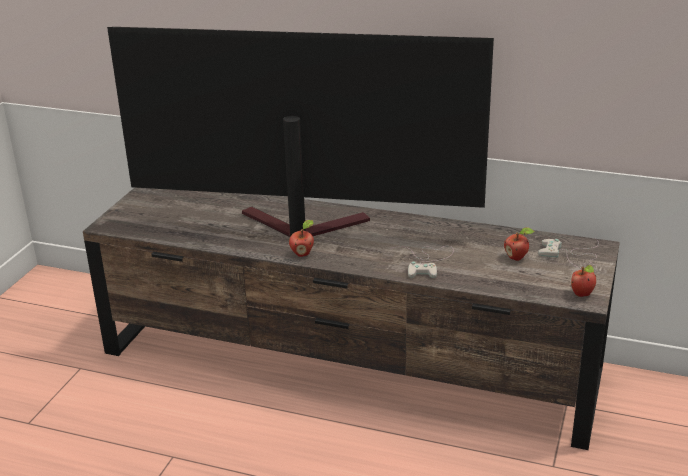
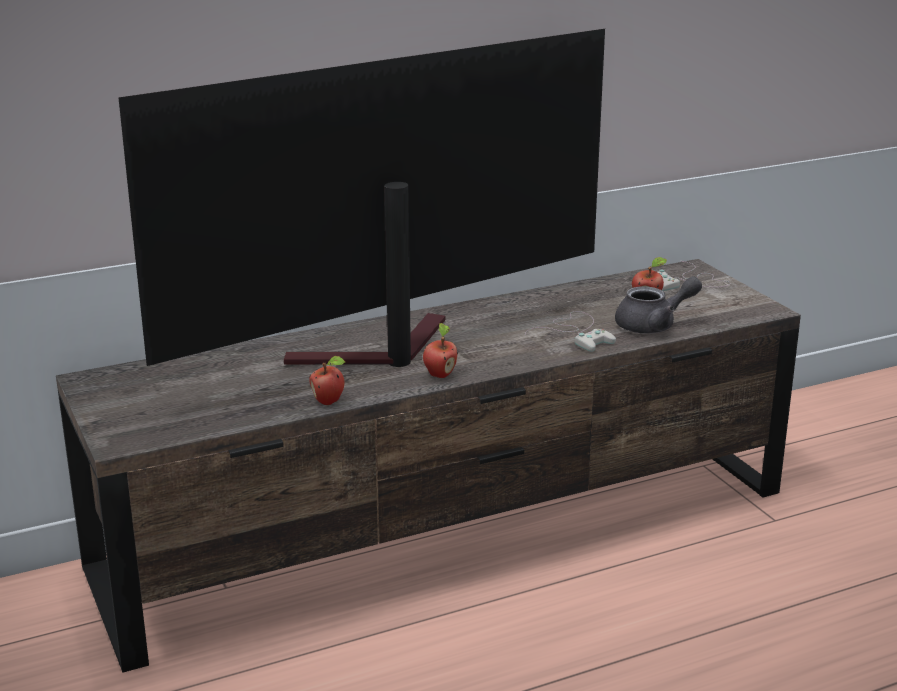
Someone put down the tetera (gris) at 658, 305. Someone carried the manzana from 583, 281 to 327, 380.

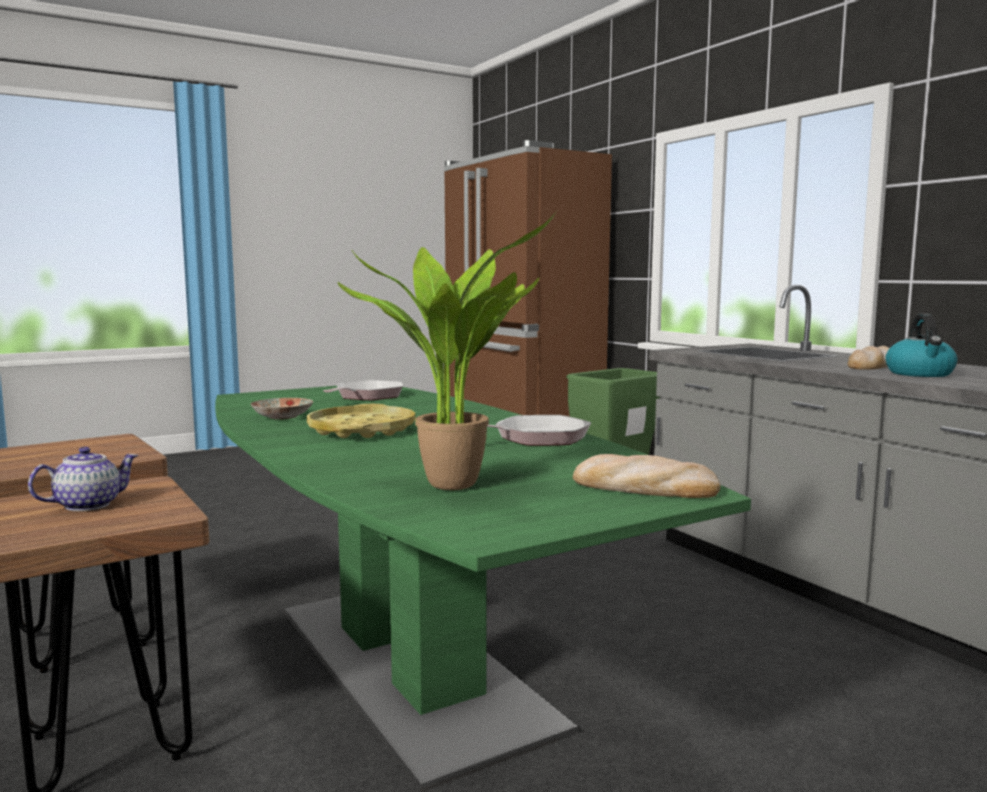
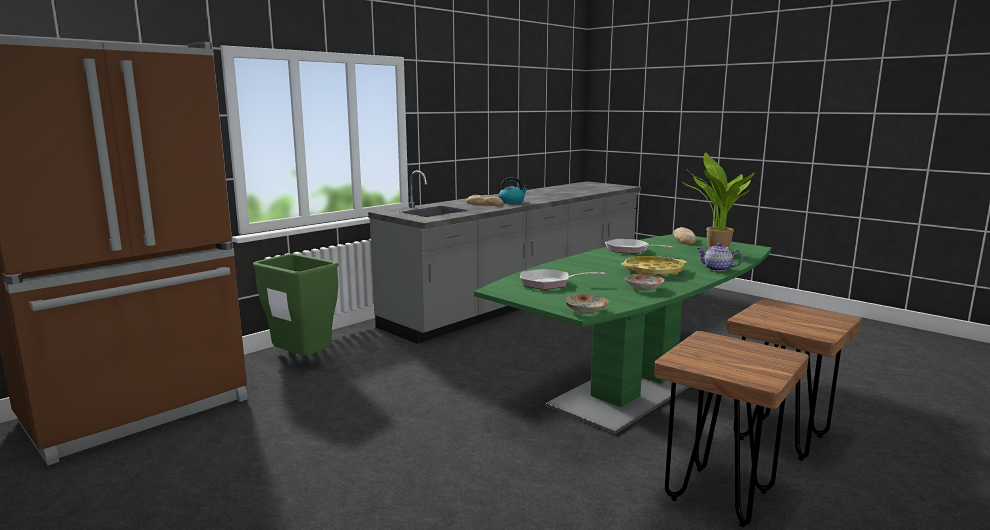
Someone put down the plato at 586, 304. Someone carried the tetera from 83, 479 to 719, 257.

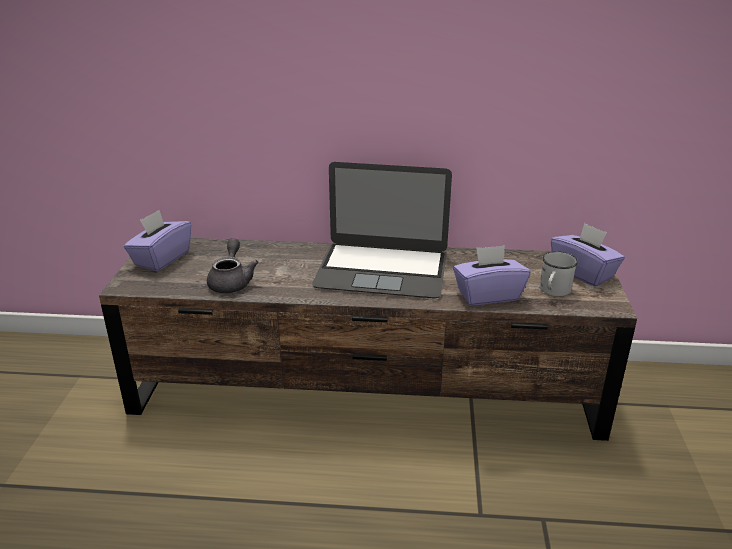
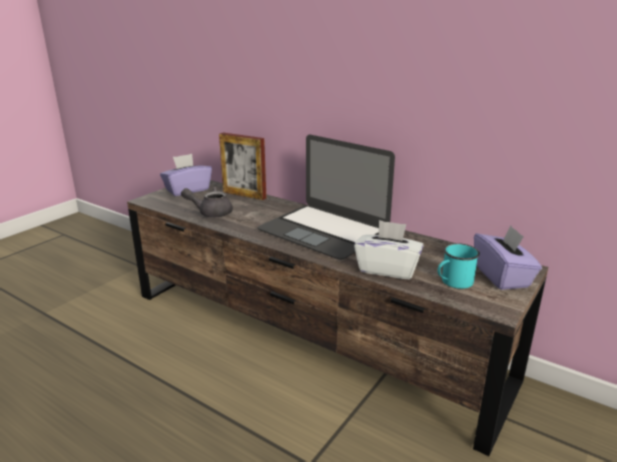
Someone put down the portarretratos at 242, 166. Someone repainted the caja de pañuelos (morado) at 491, 275, which became the caja de pañuelos (blanco) at 389, 249. Someone repainted the taza grande (blanco) at 559, 274, which became the taza grande (turquesa) at 458, 266. Someone rotated the tetera (gris) at 232, 265 by 120 degrees counterclockwise.

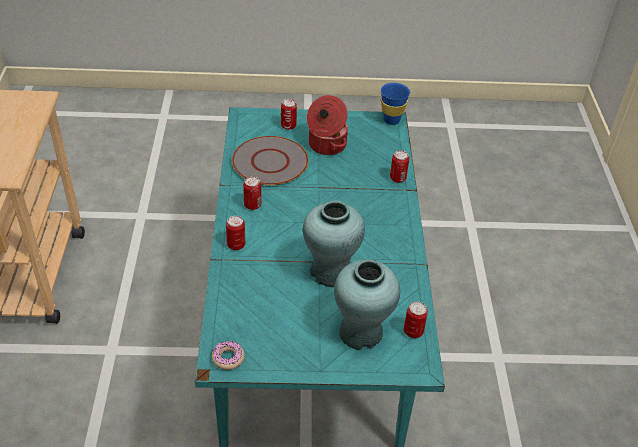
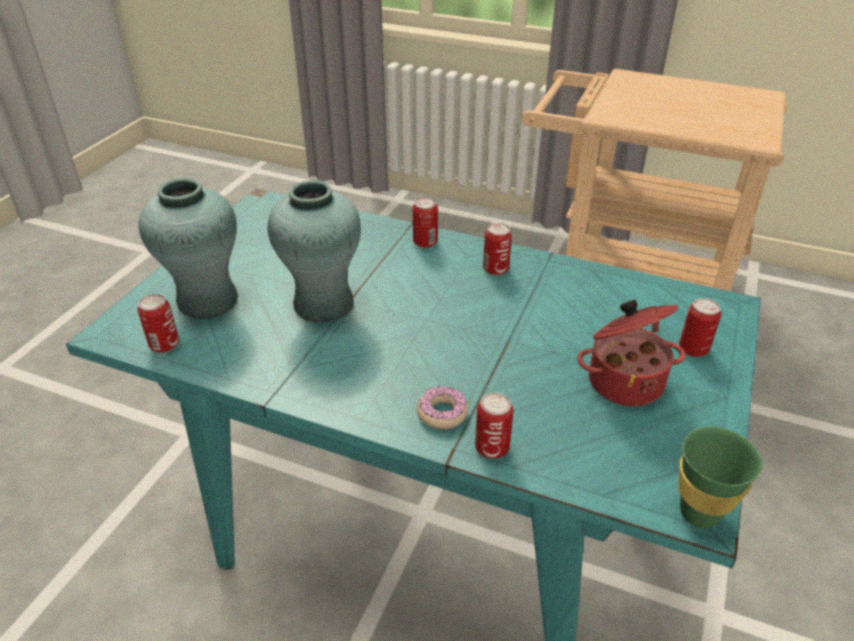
Someone took away the plato (gris) at 270, 160. Someone carried the rosquilla from 228, 355 to 442, 407. Someone repainted the taza (azul) at 395, 104, which became the taza (verde) at 721, 477.

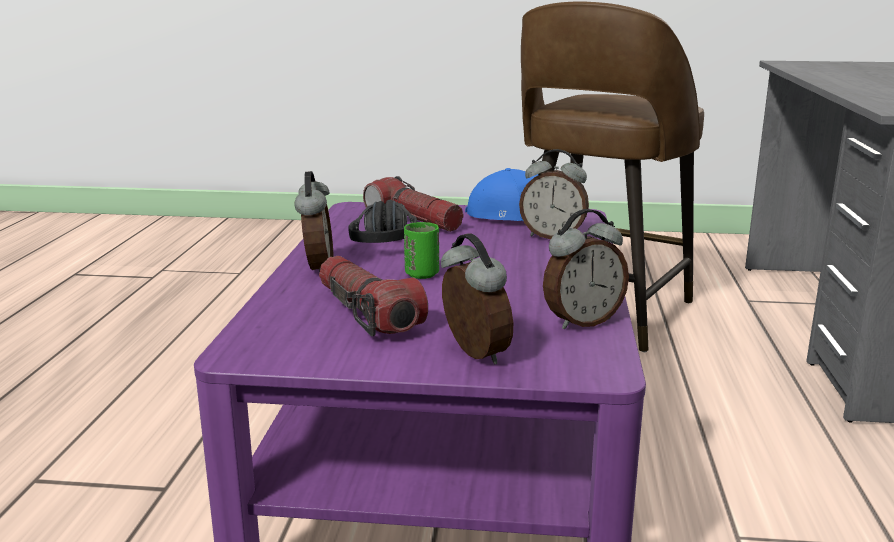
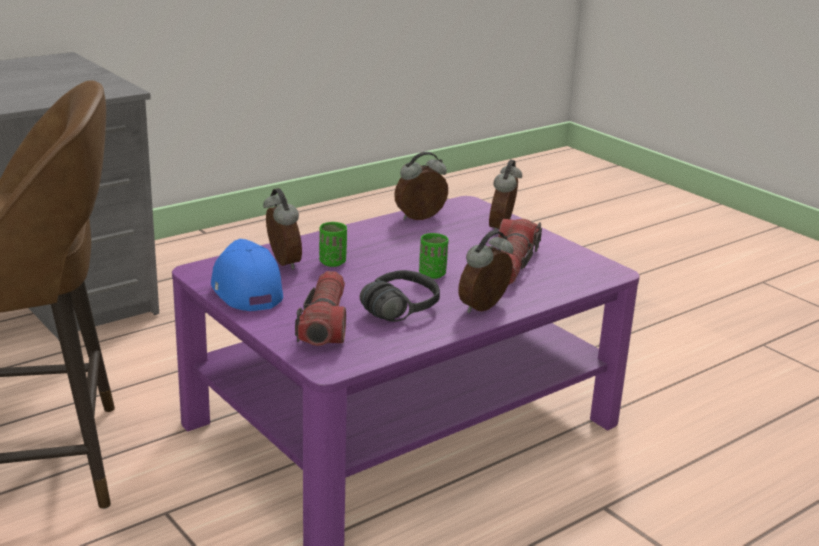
Someone put down the taza (verde) at 333, 244. Someone rotated the despertador at 586, 269 by 45 degrees counterclockwise.

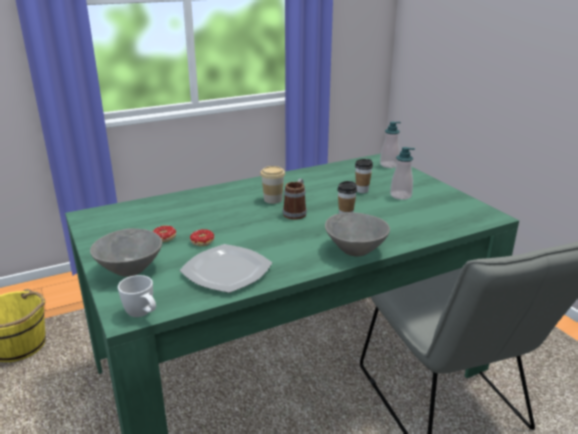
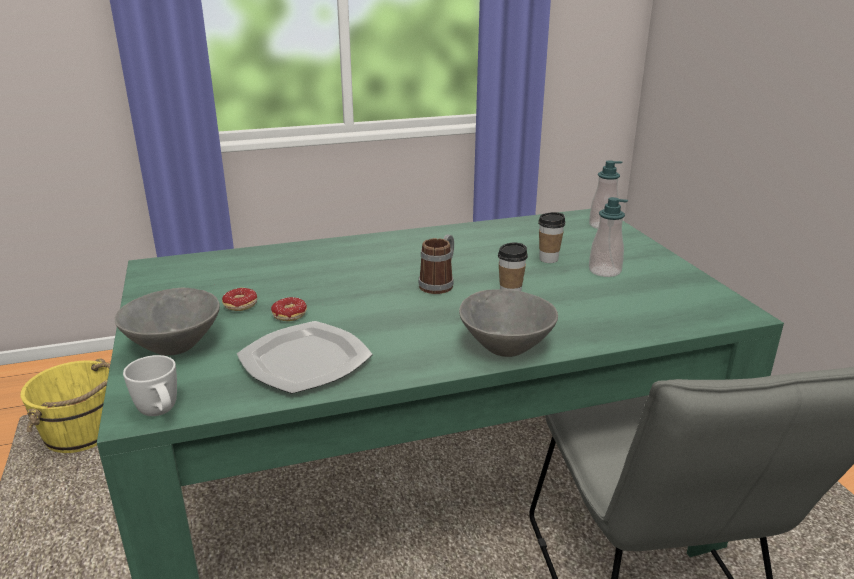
Someone took away the taza at 272, 185.

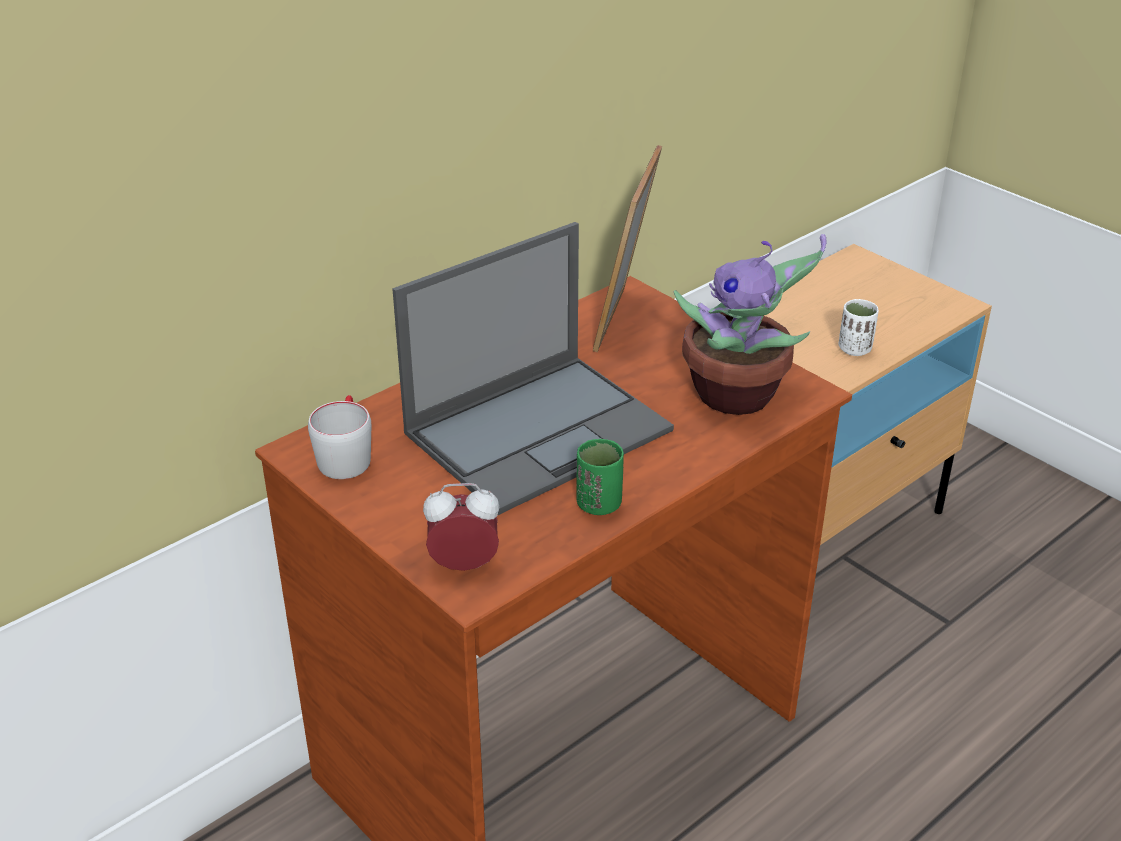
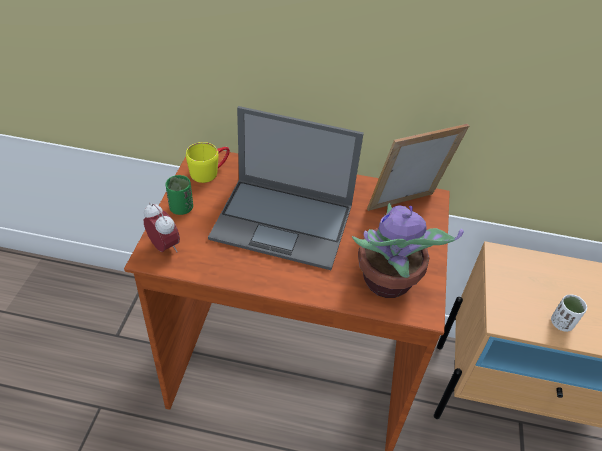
Someone carried the taza (verde) from 600, 477 to 179, 195. Someone repainted the taza grande (gris) at 340, 437, which became the taza grande (amarillo) at 208, 162.

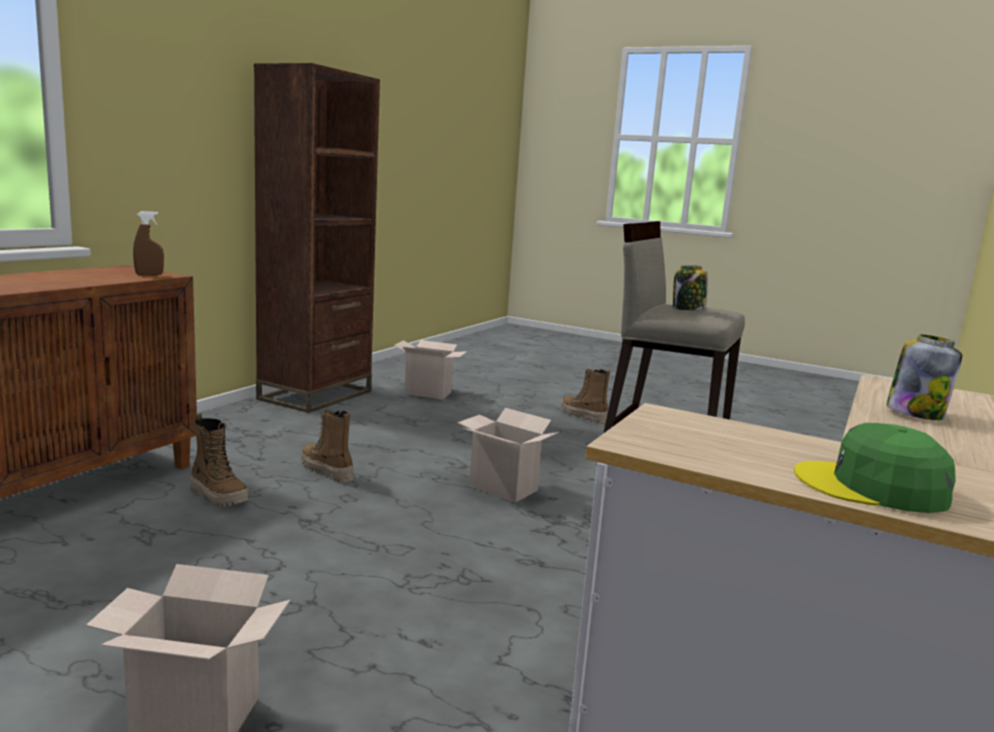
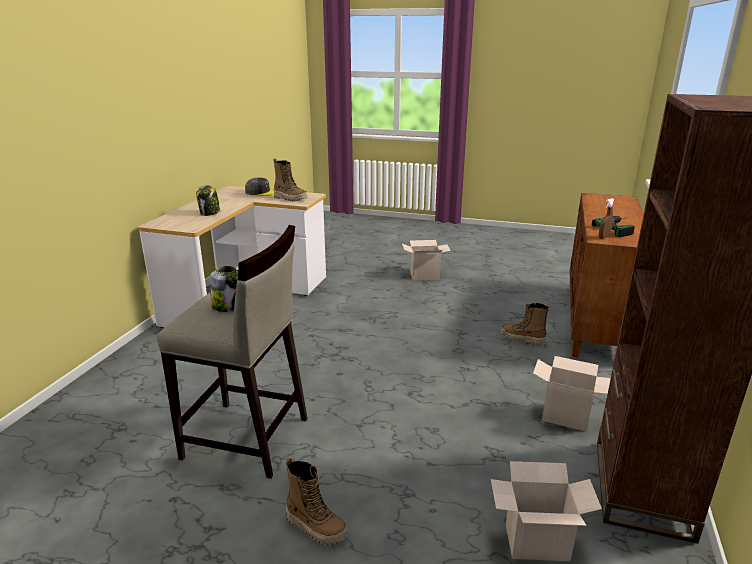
Someone put down the taladro at 613, 226. Someone carried the bota from 327, 446 to 290, 179. Someone carried the caja de cartón from 508, 455 to 572, 394. Someone repainted the gorra (verde) at 875, 468, which became the gorra (gris) at 259, 187.

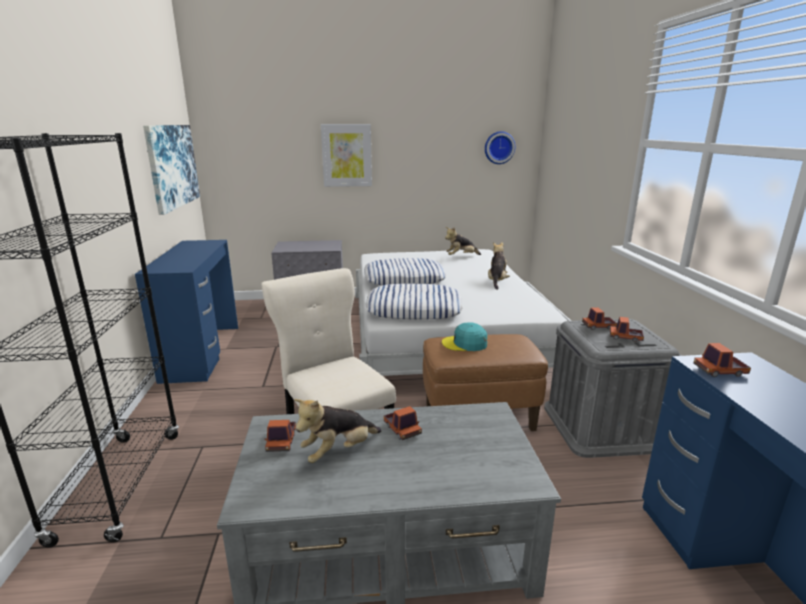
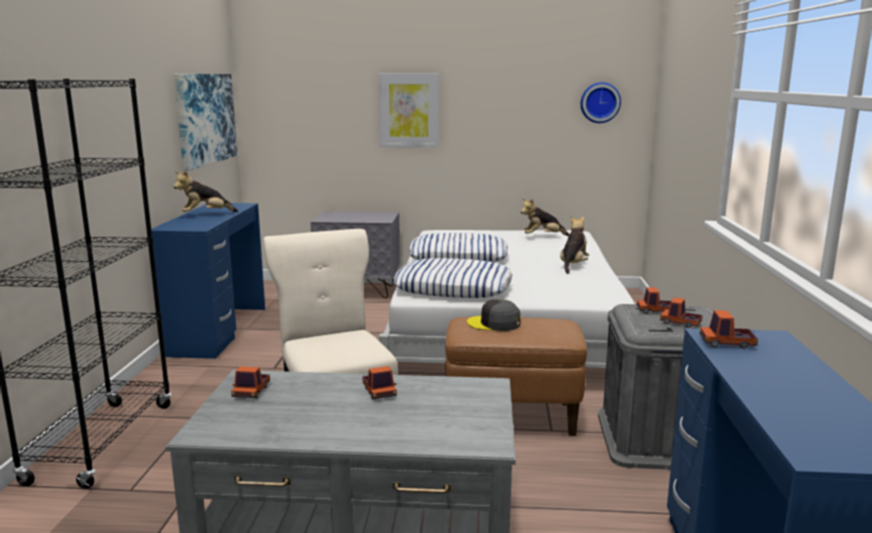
Someone carried the peluche from 337, 431 to 206, 191. Someone repainted the gorra (turquesa) at 464, 336, which became the gorra (gris) at 494, 315.

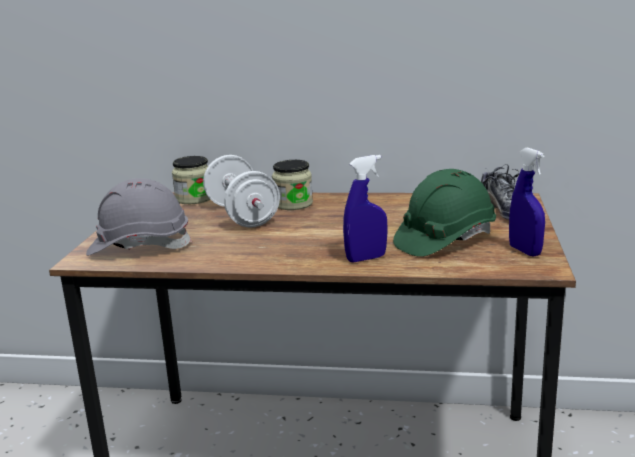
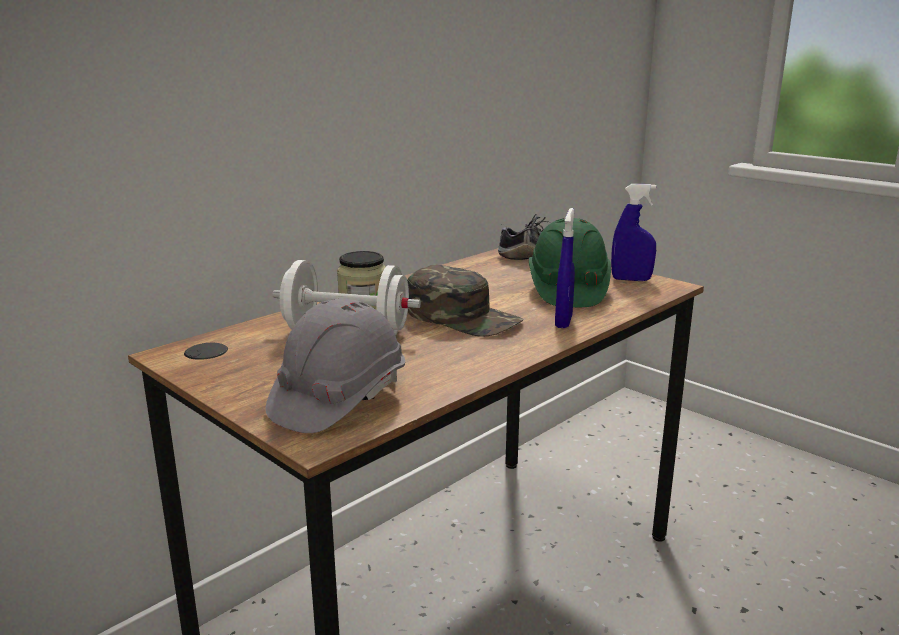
Someone took away the tarro at 191, 180. Someone put down the gorra (verde) at 465, 301.

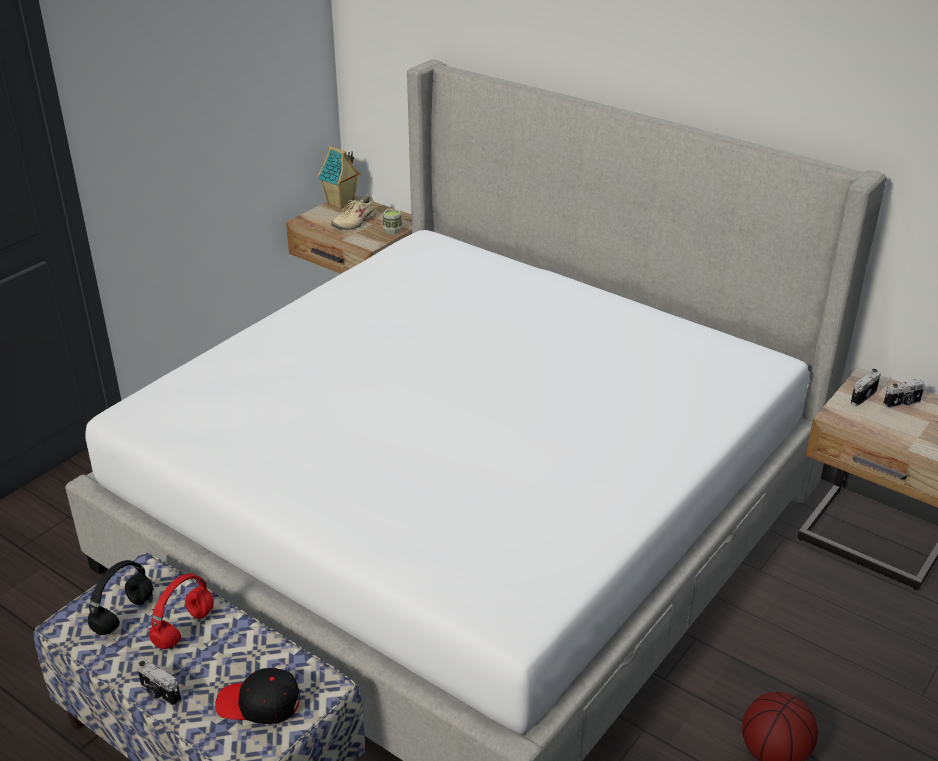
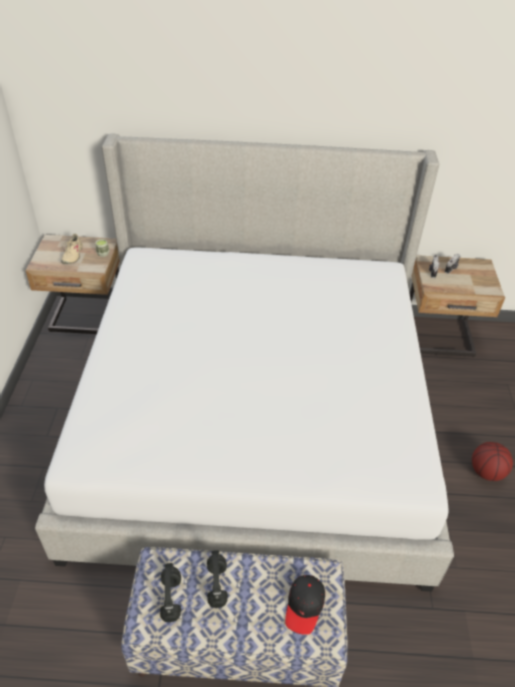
Someone took away the cámara at 158, 683. Someone took away the casita at 339, 177. Someone repainted the auriculares (rojo) at 181, 611, which became the auriculares (negro) at 217, 579. Someone rotated the gorra (negro) at 257, 696 by 45 degrees counterclockwise.

